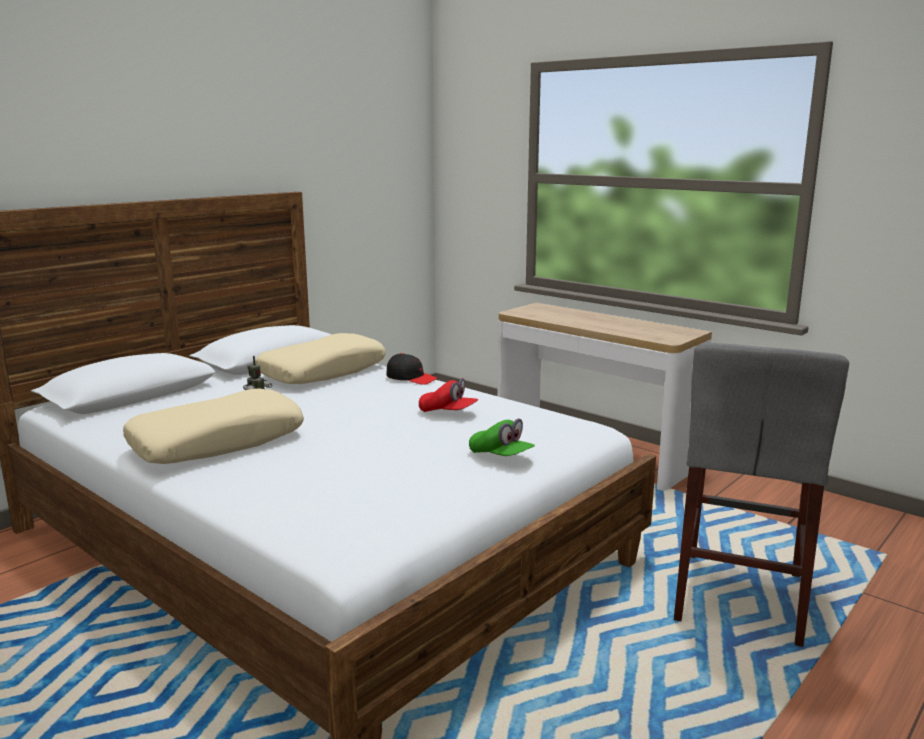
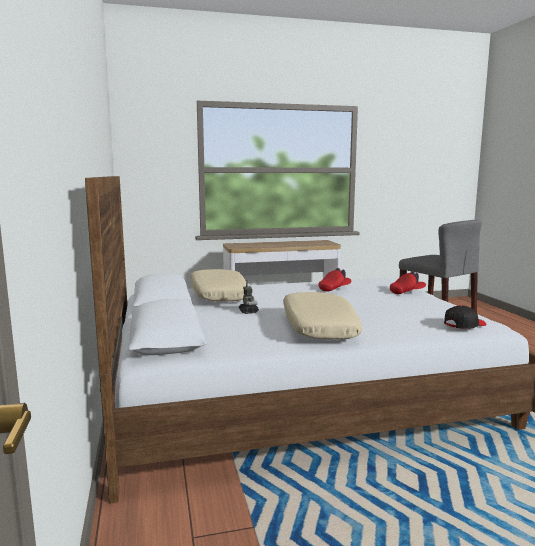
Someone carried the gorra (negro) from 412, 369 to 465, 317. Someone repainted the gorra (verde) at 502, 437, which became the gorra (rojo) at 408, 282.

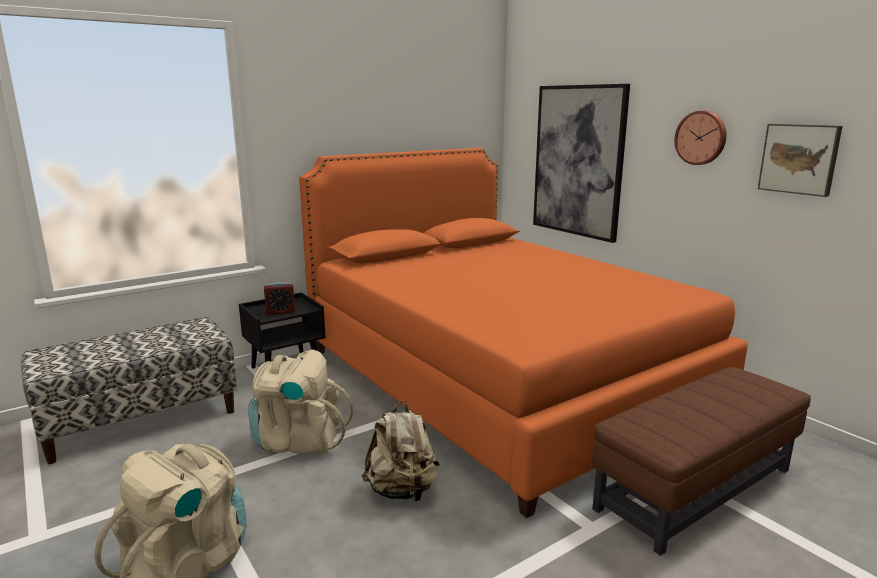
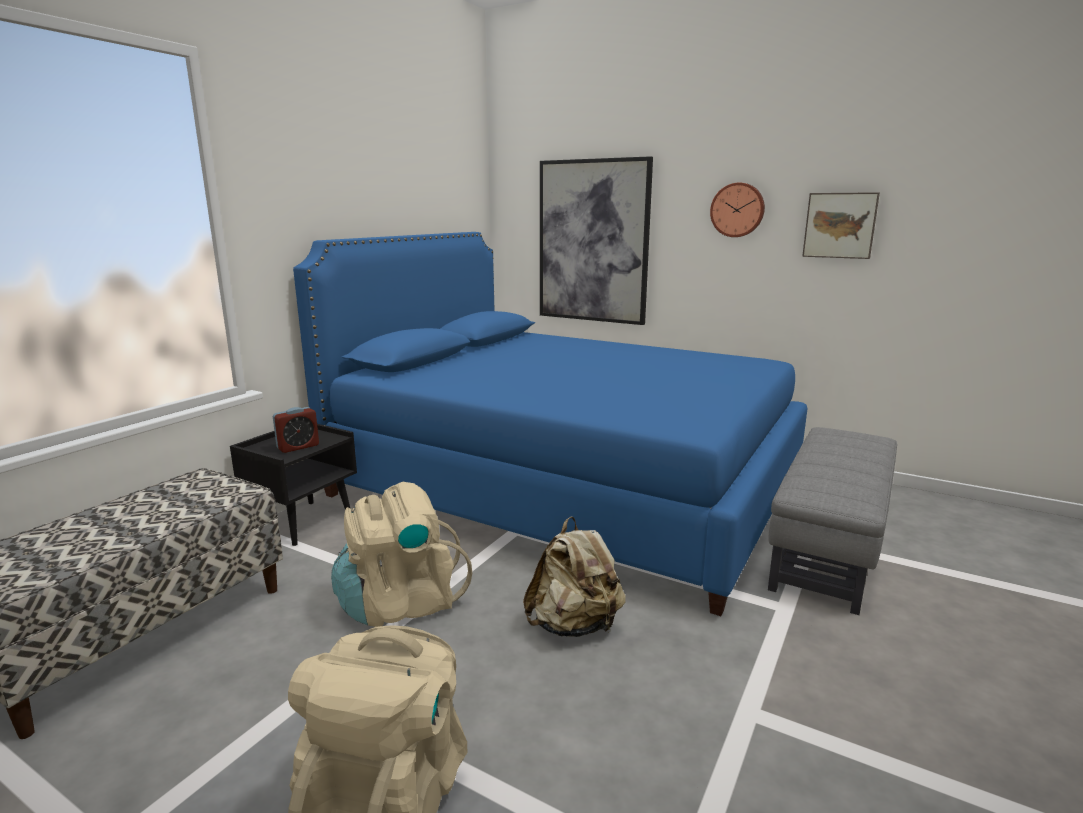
Someone repainted the cama (naranja) at 523, 333, which became the cama (azul) at 550, 424. Someone repainted the puf (marrón) at 701, 461, which became the puf (gris) at 832, 521.

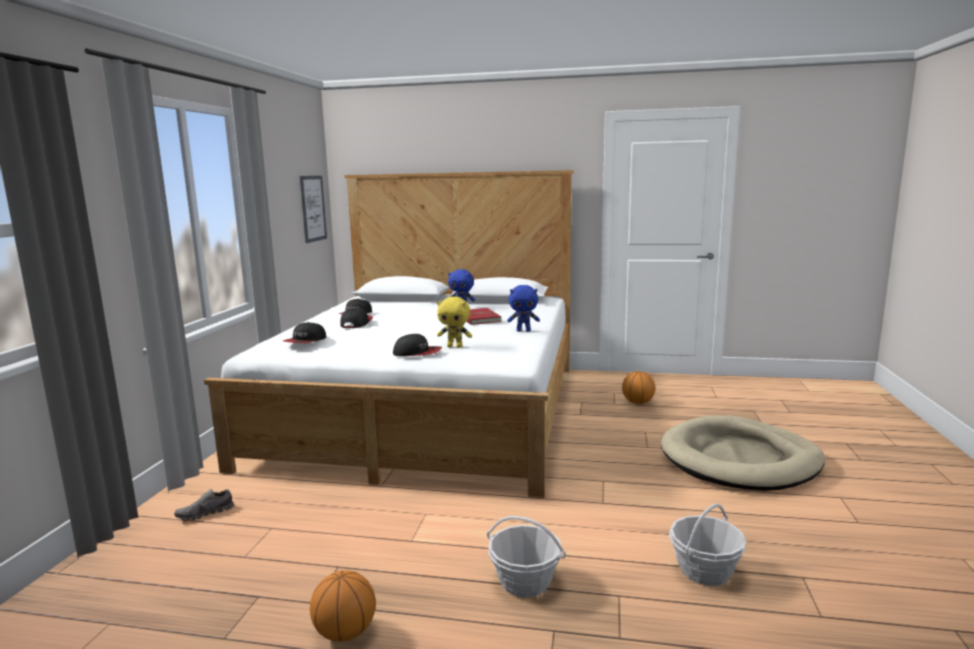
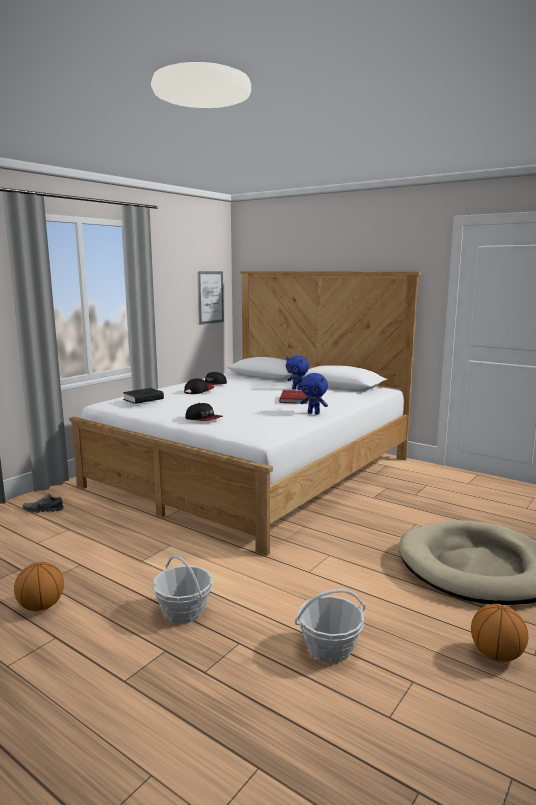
Someone took away the peluche (amarillo) at 454, 322. Someone carried the balón de baloncesto from 638, 387 to 499, 633. Someone swapped the gorra at 304, 332 for the libro (negro) at 143, 396.

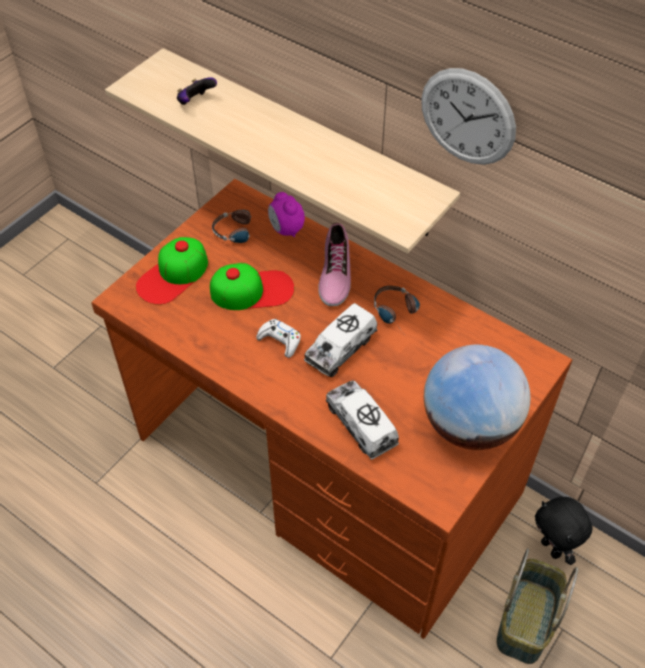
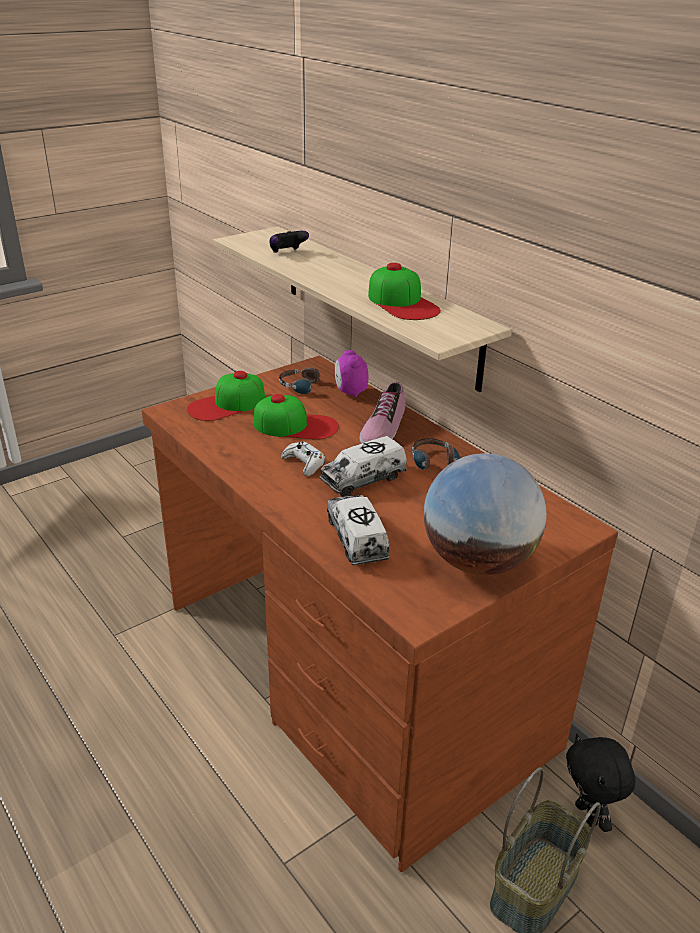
Someone took away the reloj de pared at 468, 116. Someone put down the gorra at 404, 291.

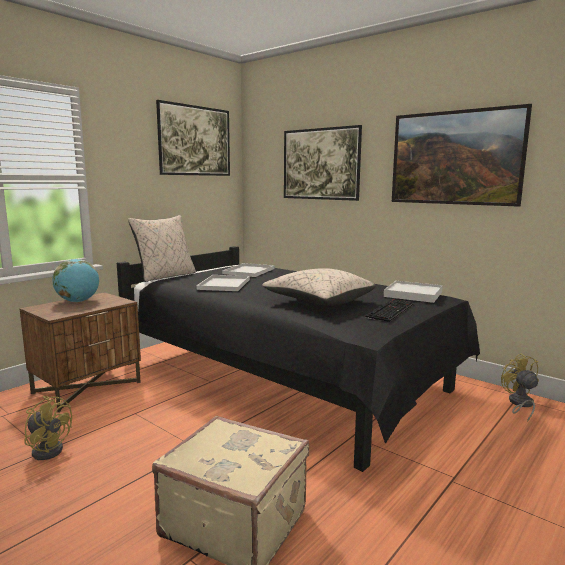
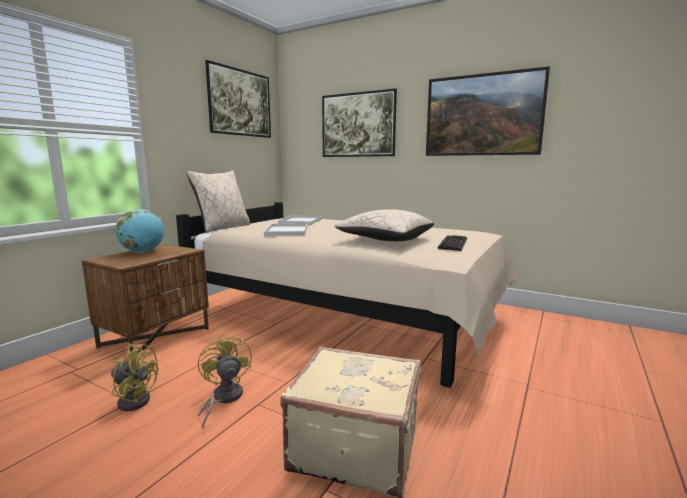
Someone took away the bandeja (blanco) at 413, 292. Someone carried the ventilador (amarillo) from 520, 387 to 225, 381. Someone repainted the cama (negro) at 298, 359, which became the cama (beis) at 346, 295.

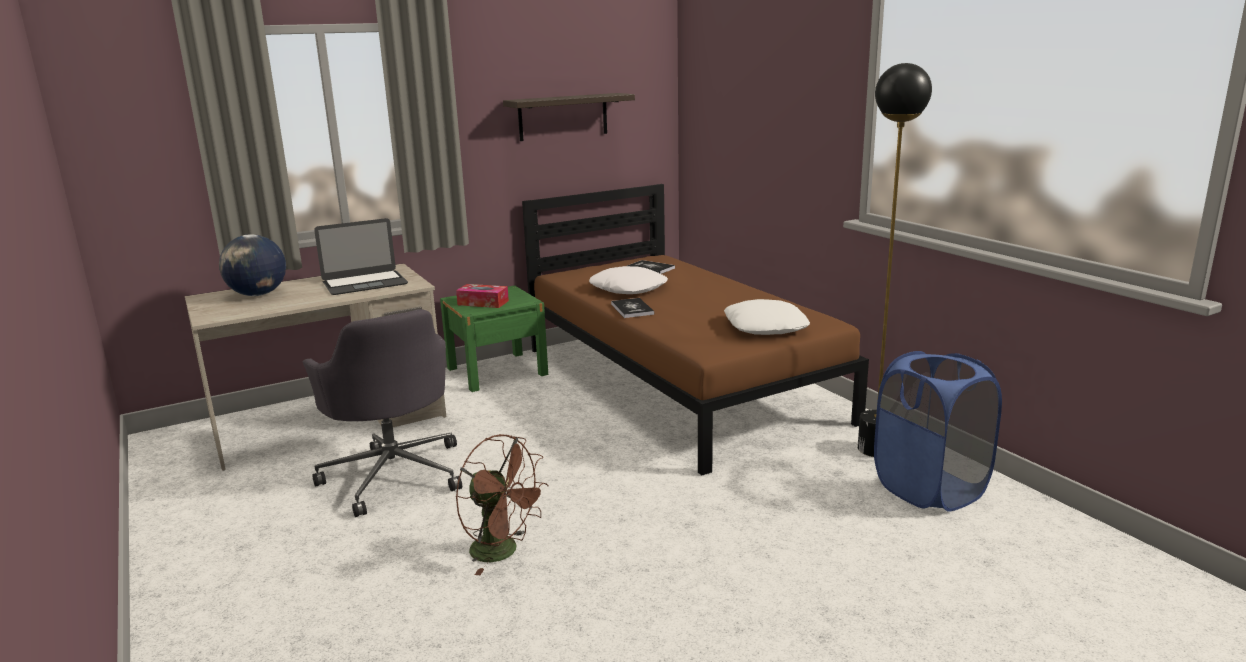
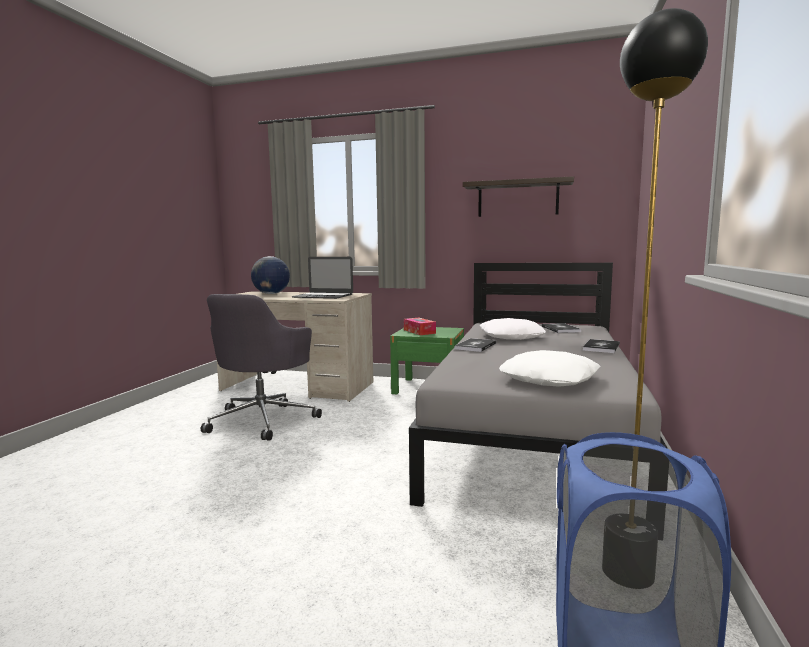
Someone took away the ventilador (marrón) at 502, 504. Someone put down the libro at 601, 346. Someone repainted the cama (marrón) at 695, 329, which became the cama (gris) at 538, 385.

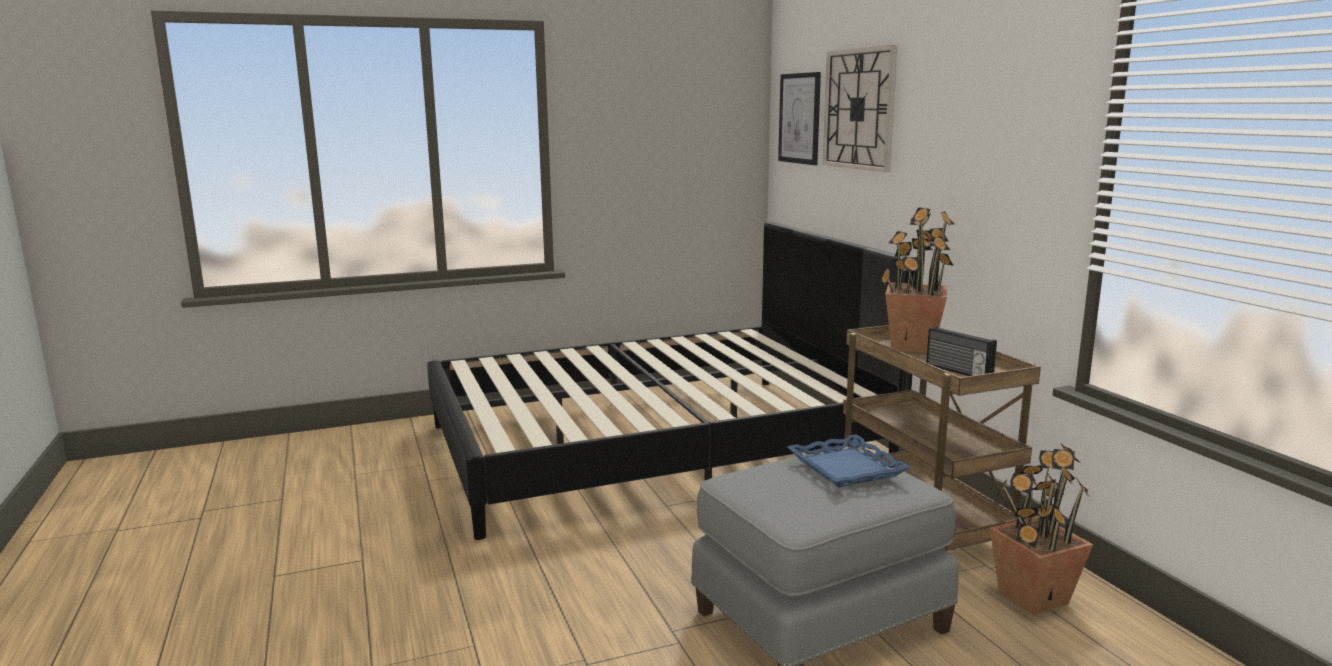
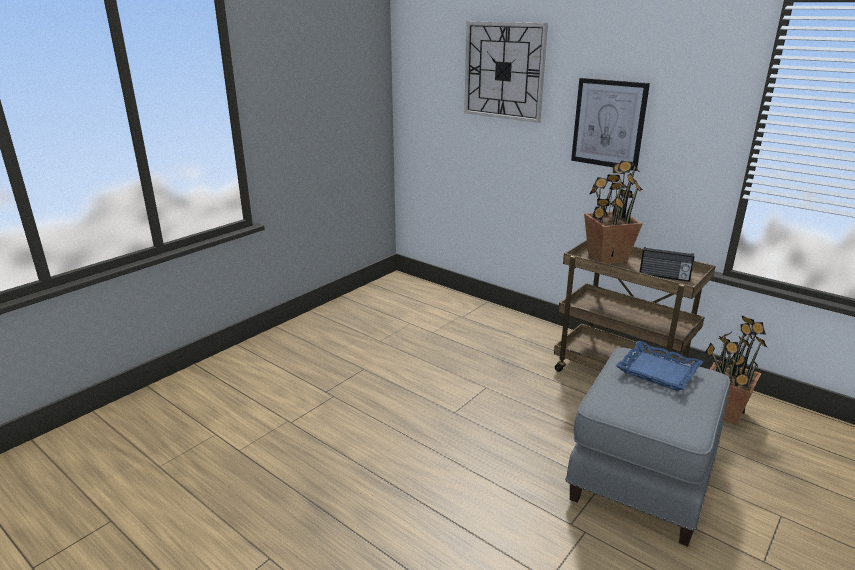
Someone took away the cama (negro) at 670, 381. Someone carried the cuadro from 799, 118 to 610, 124.

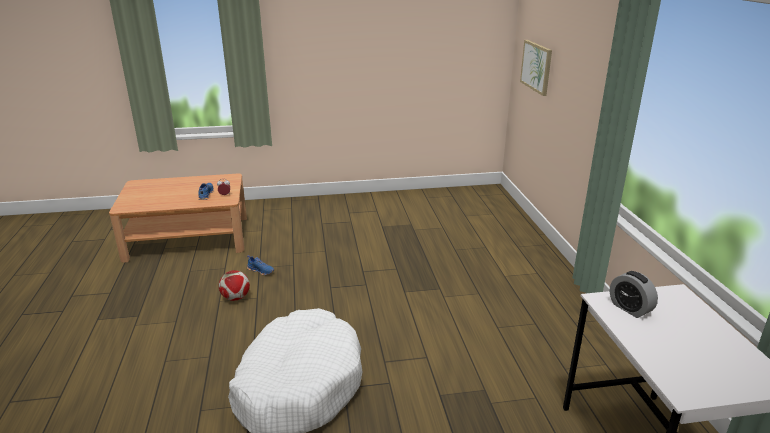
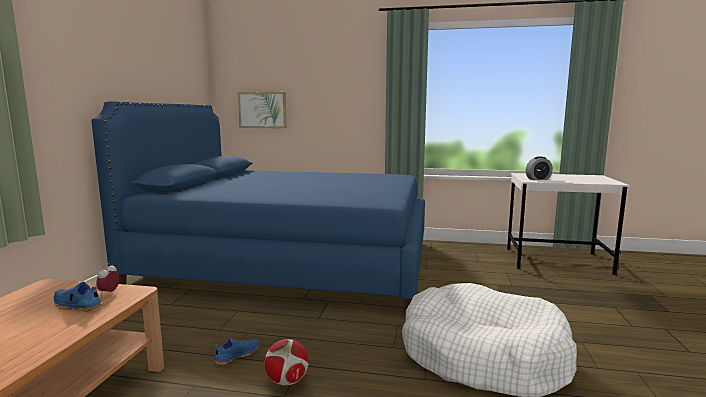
Someone put down the cama (azul) at 258, 207.

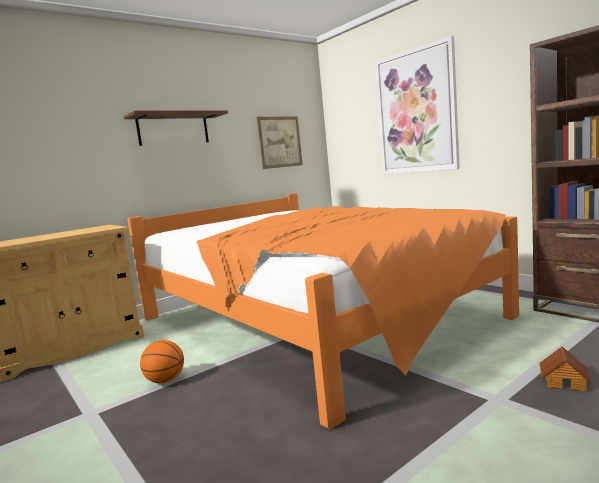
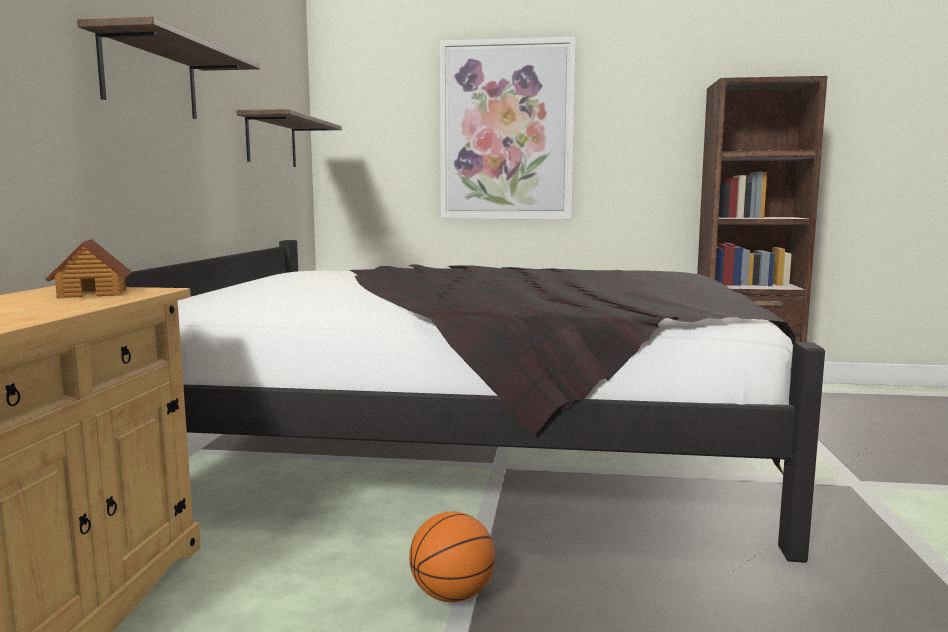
Someone carried the casita from 565, 369 to 88, 268. Someone swapped the cuadro at 279, 142 for the estante at 289, 138. Someone repainted the cama (naranja) at 323, 311, which became the cama (negro) at 475, 401.

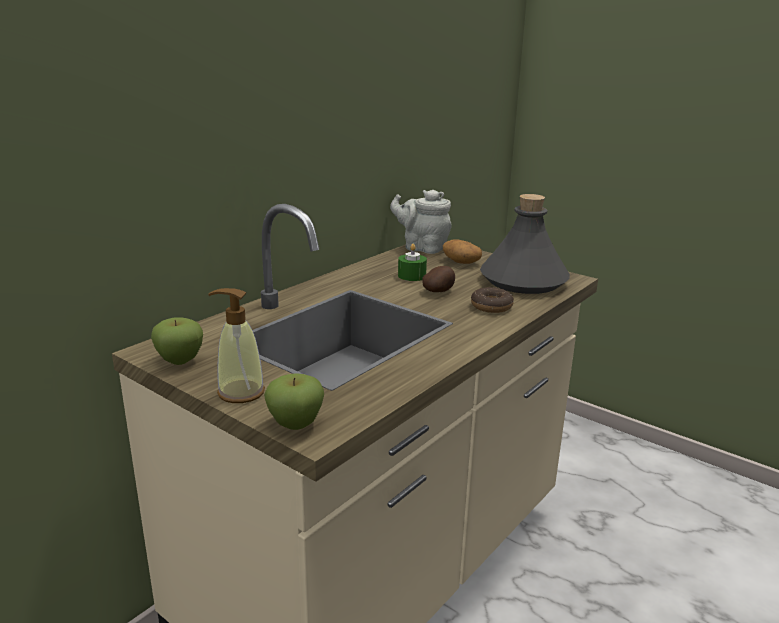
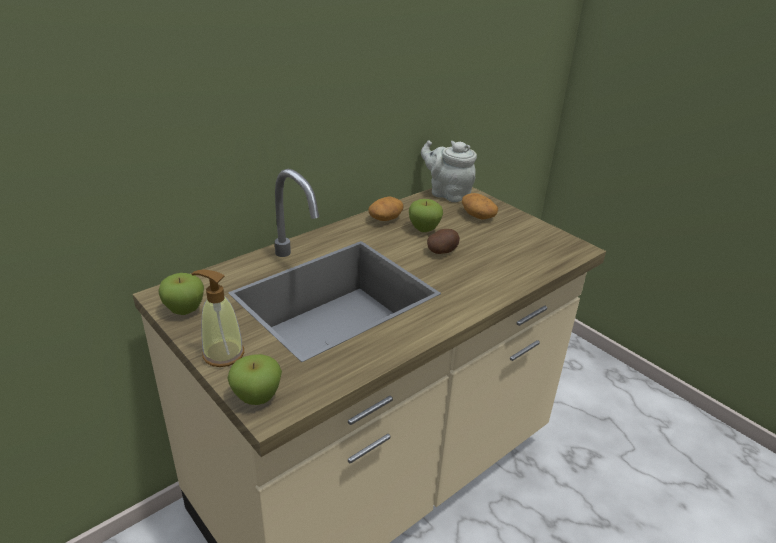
Someone took away the rosquilla at 492, 300. Someone took away the botella (gris) at 525, 244. Someone put down the patata at 385, 208. Someone swapped the vela (verde) at 412, 262 for the manzana at 426, 215.

